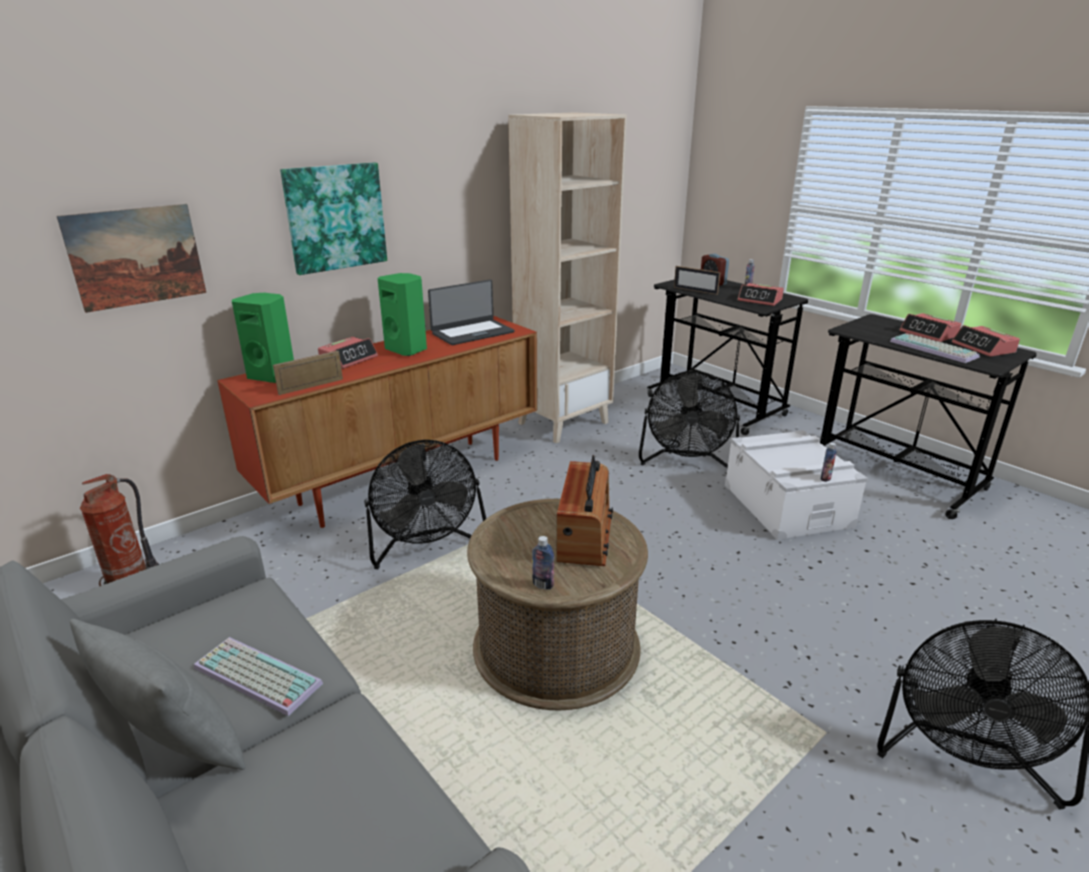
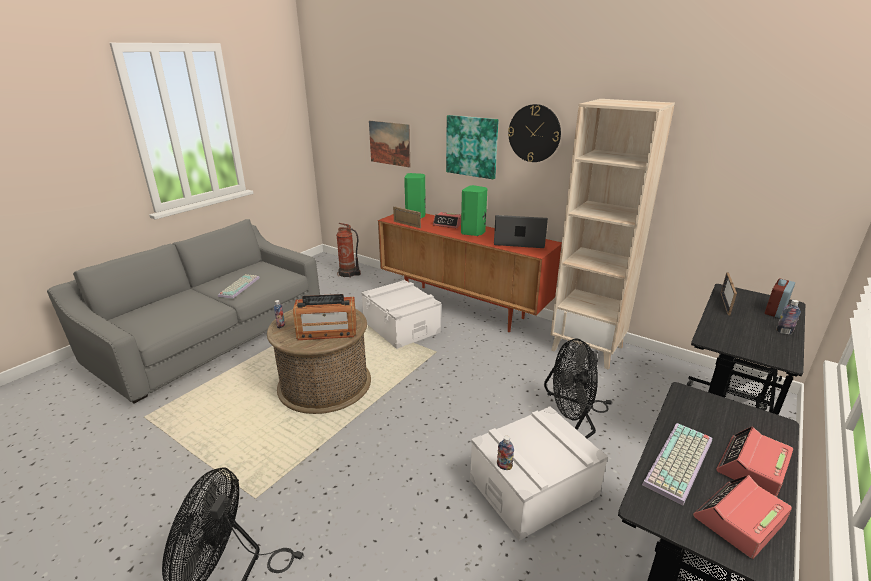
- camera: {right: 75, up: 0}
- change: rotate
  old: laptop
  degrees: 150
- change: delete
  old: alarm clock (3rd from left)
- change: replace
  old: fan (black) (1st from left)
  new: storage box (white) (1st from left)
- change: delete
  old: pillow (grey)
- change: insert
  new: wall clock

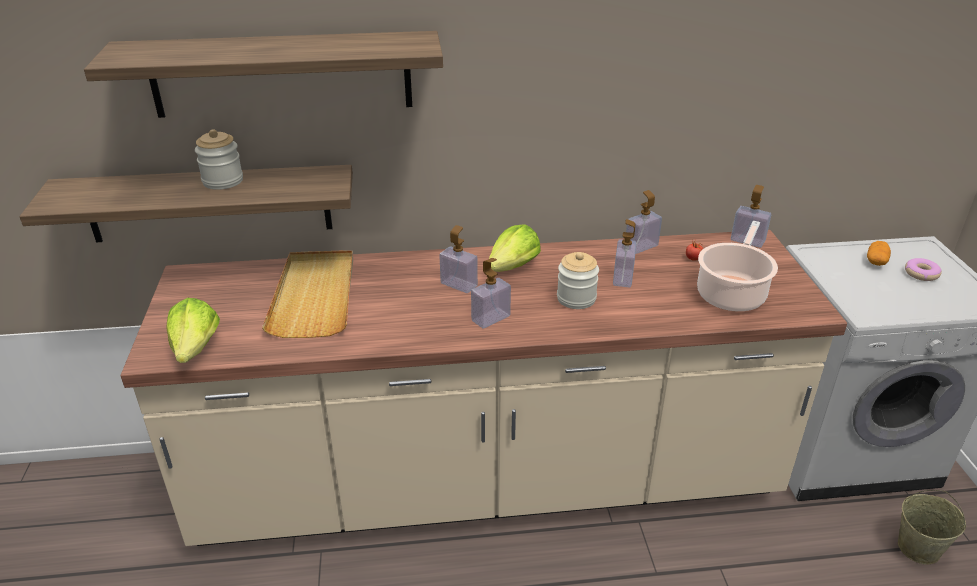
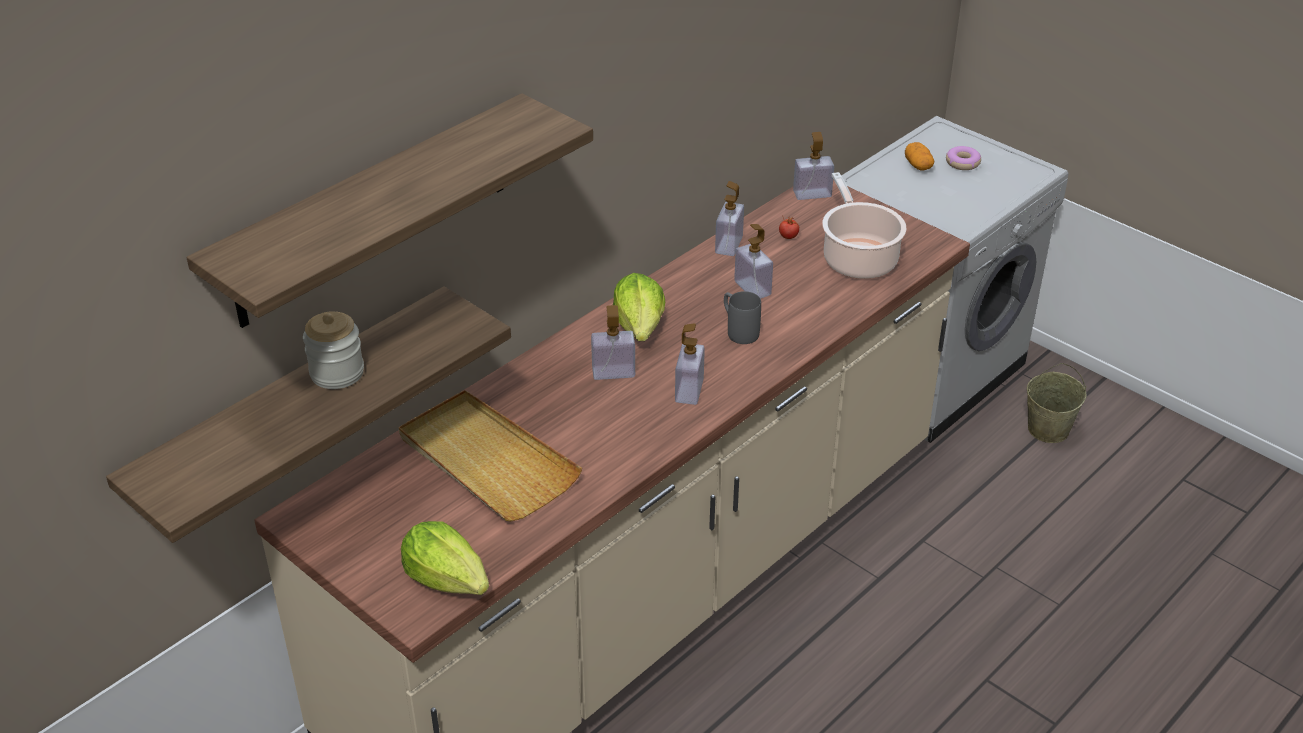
- camera: {right: -40, up: 5}
- change: replace
  old: jar (2nd from left)
  new: mug (grey)

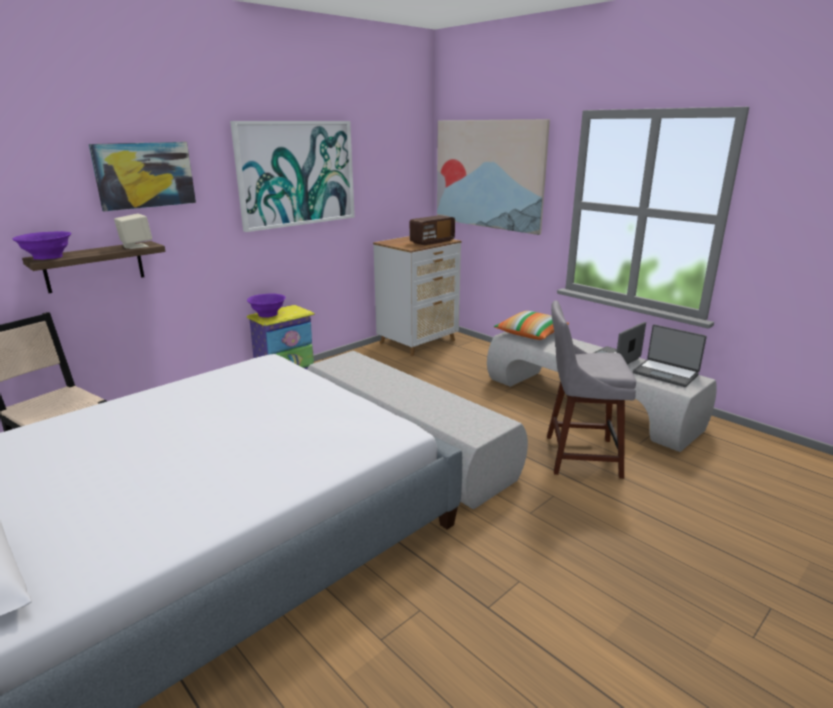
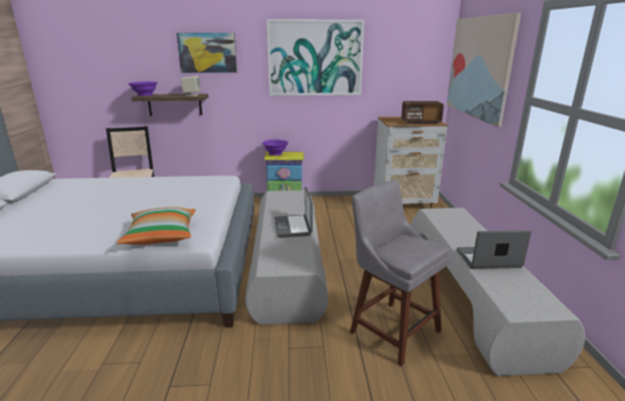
- camera: {right: 40, up: 0}
- change: move
  old: pillow
- change: move
  old: laptop (2nd from left in the first image)
  new: laptop (1st from left)

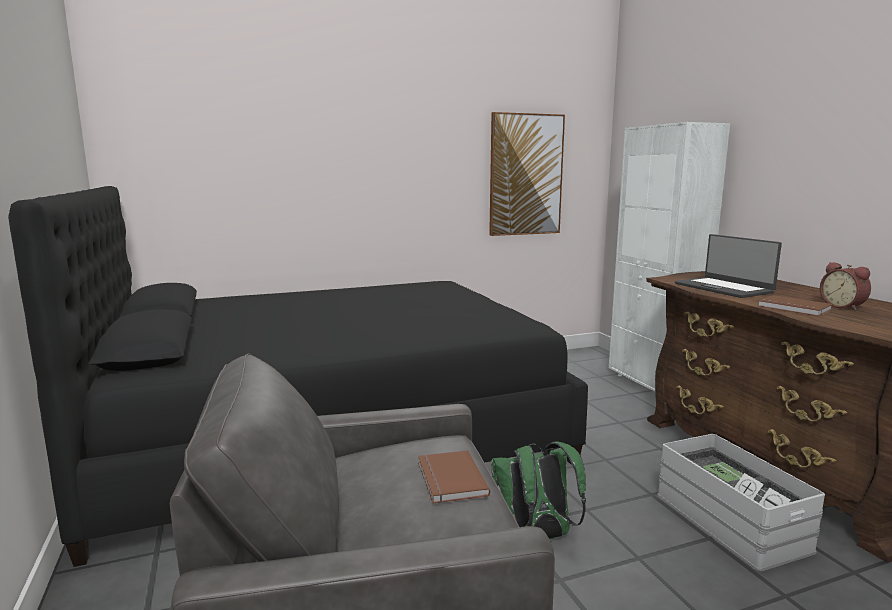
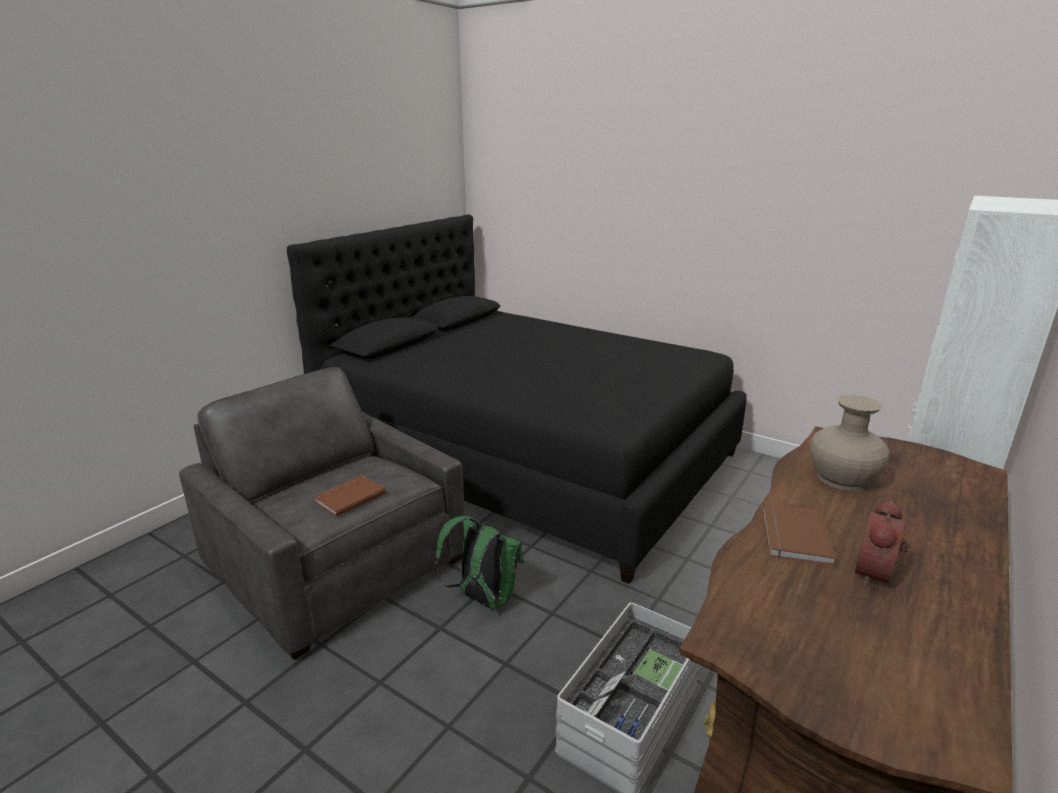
- camera: {right: 55, up: 10}
- change: delete
  old: picture
- change: replace
  old: laptop
  new: vase (beige)

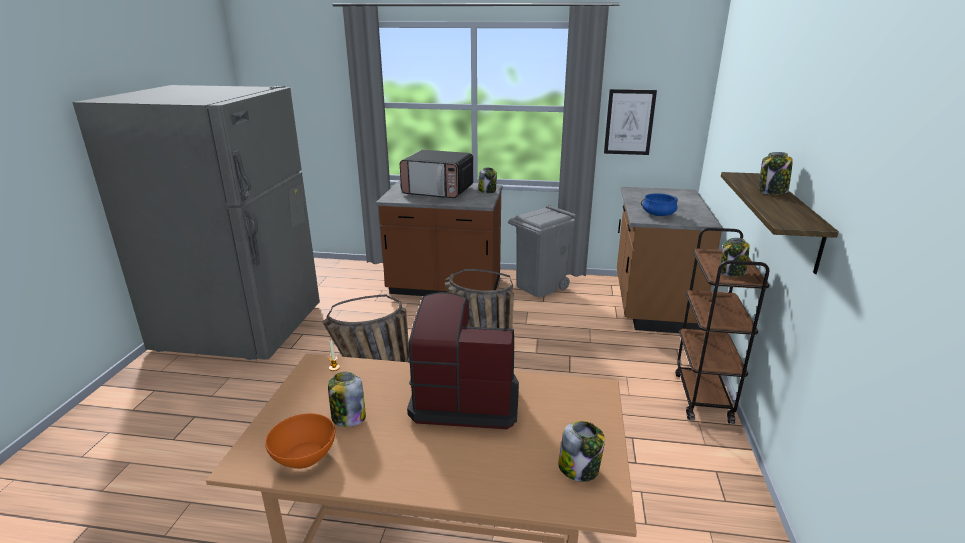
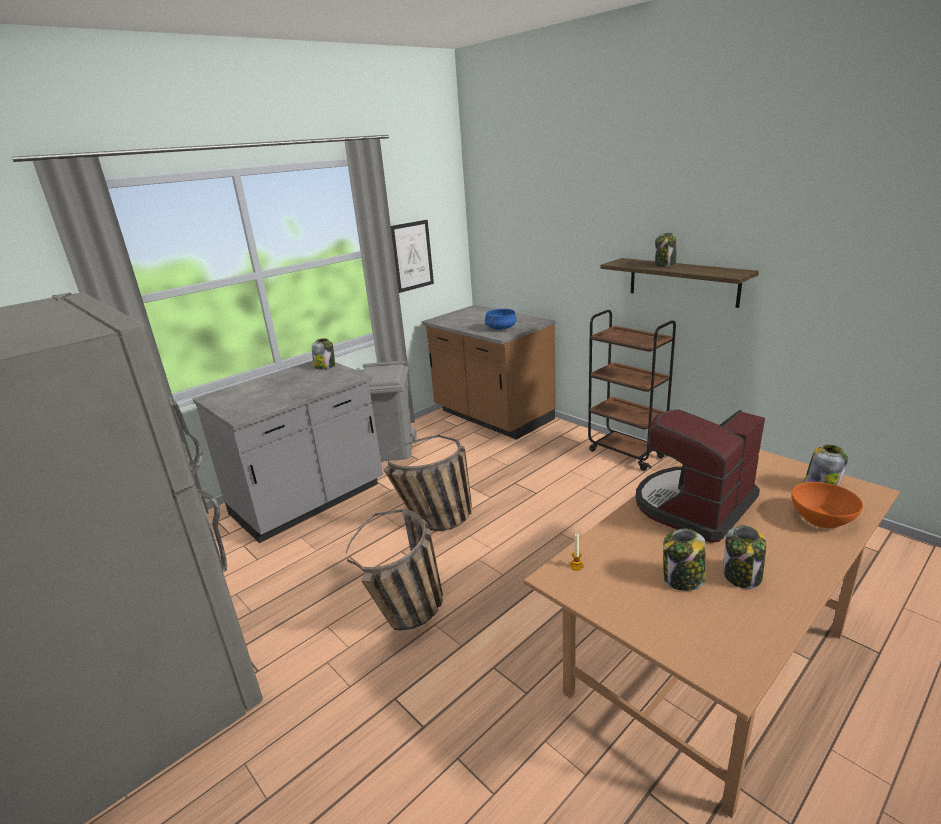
- camera: {right: -50, up: 0}
- change: delete
  old: microwave
- change: recolor
  old: counter (brown) (1st from left)
  new: counter (grey)
- change: move
  old: jar (4th from left)
- change: move
  old: bowl (orange)

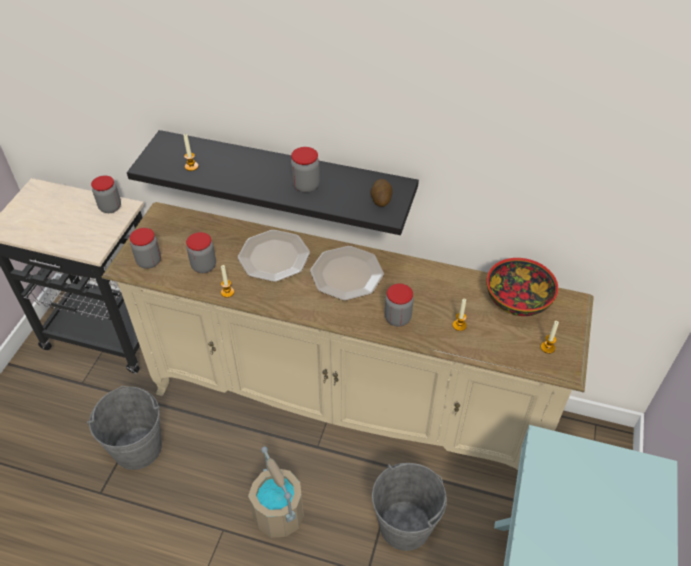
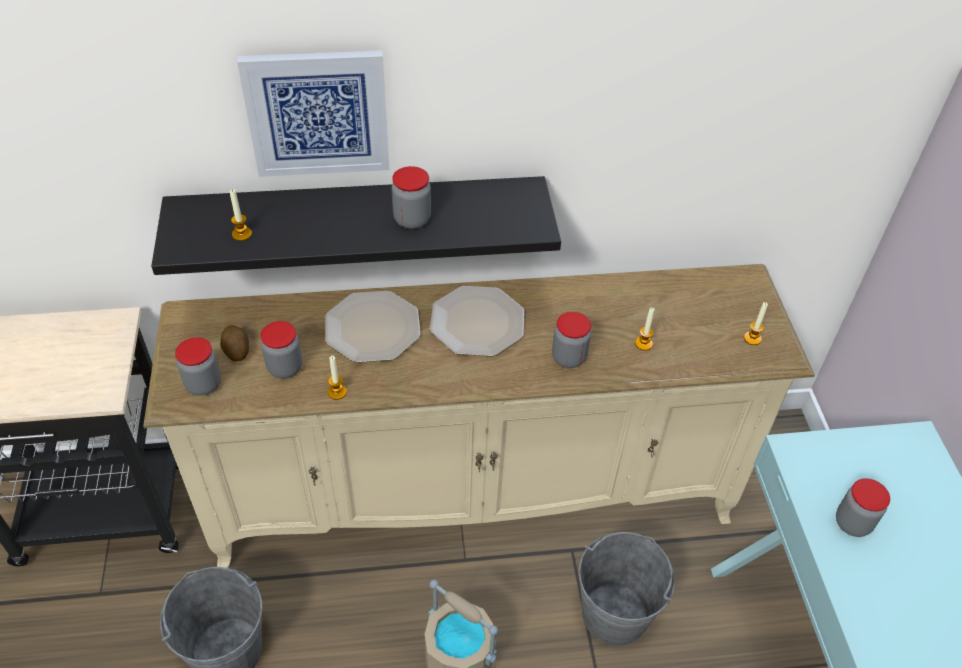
- camera: {right: -25, up: 0}
- change: move
  old: jar (1st from left in the first image)
  new: jar (5th from left)
- change: move
  old: potato
- change: delete
  old: bowl
- change: insert
  new: picture

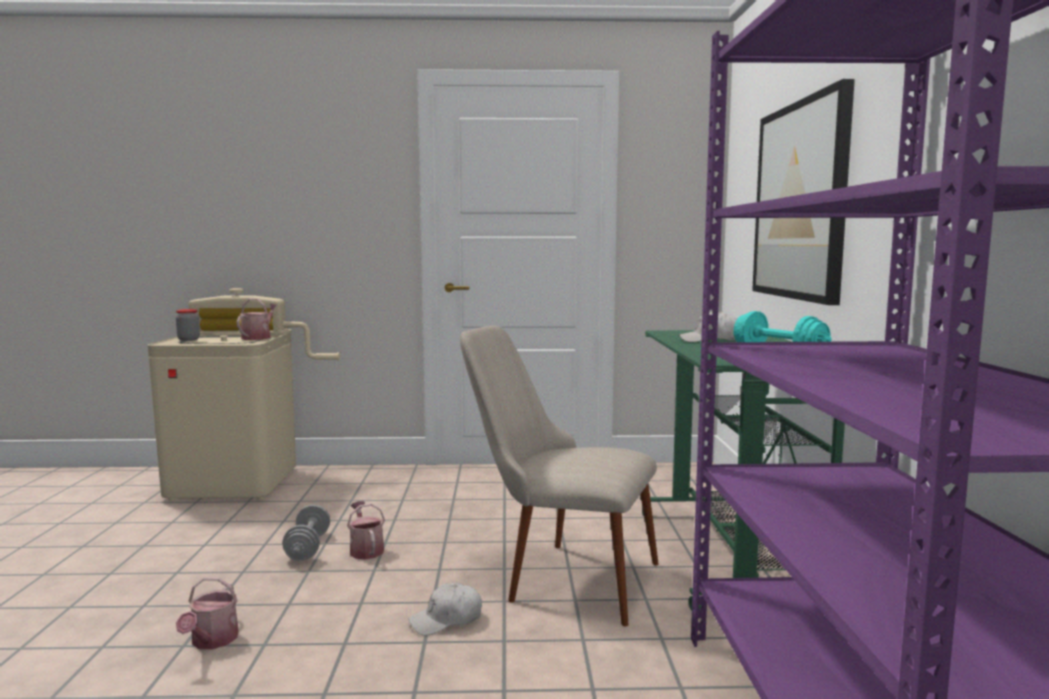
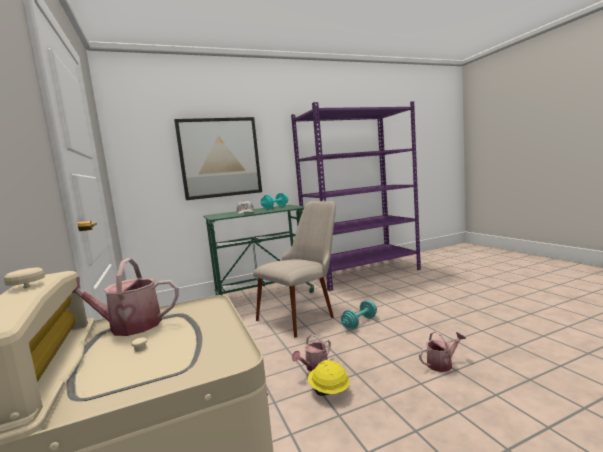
- camera: {right: -110, up: 0}
- change: delete
  old: jar
- change: rotate
  old: chair (beige)
  degrees: -135
- change: replace
  old: dumbbell (grey)
  new: hard hat (yellow)
- change: replace
  old: cap (white) (1st from left)
  new: dumbbell (turquoise) (2nd from left)

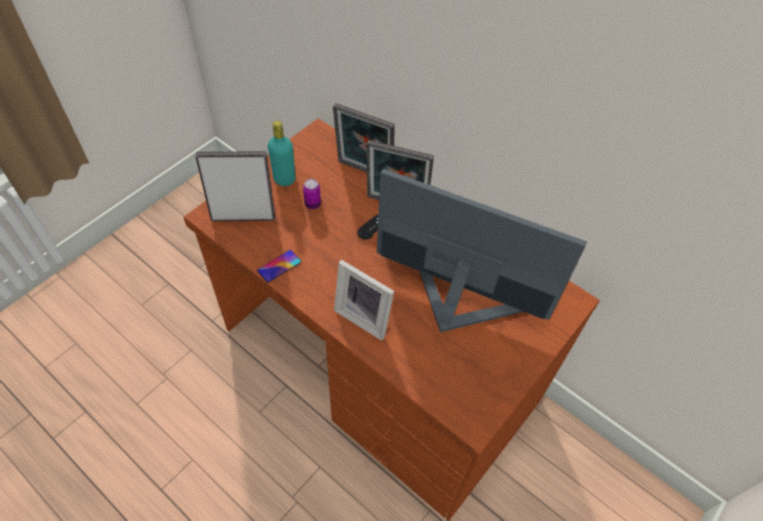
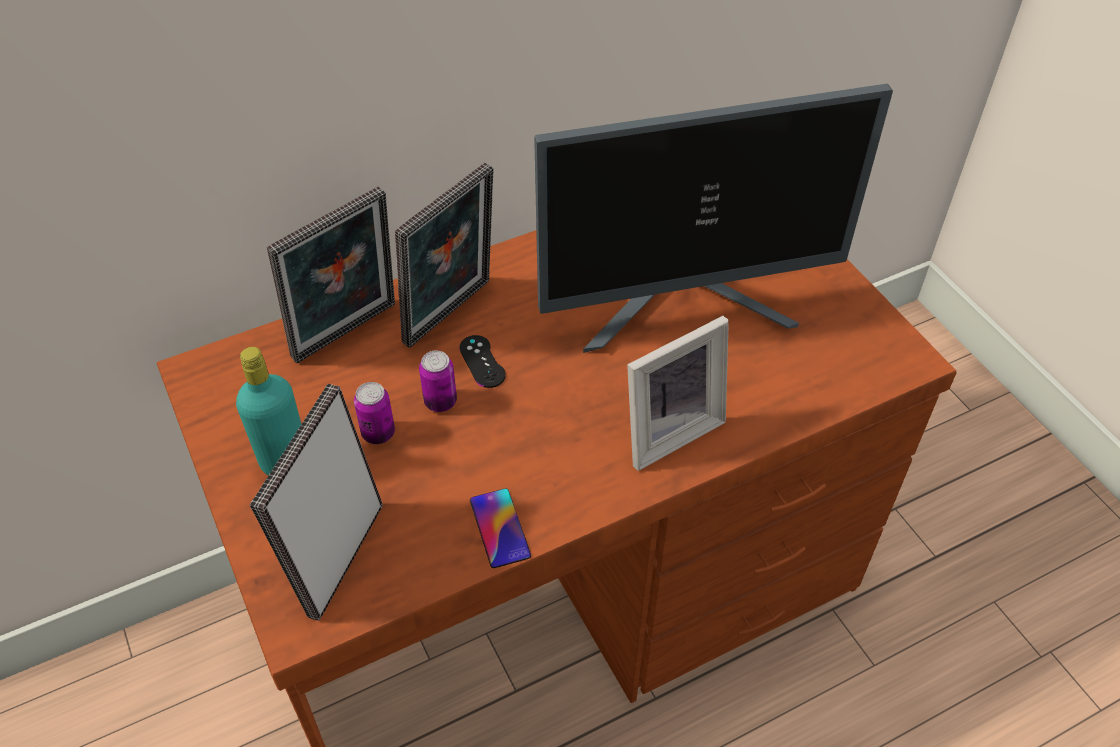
- camera: {right: -65, up: -5}
- change: rotate
  old: monitor
  degrees: -150
- change: insert
  new: can (2nd from left)

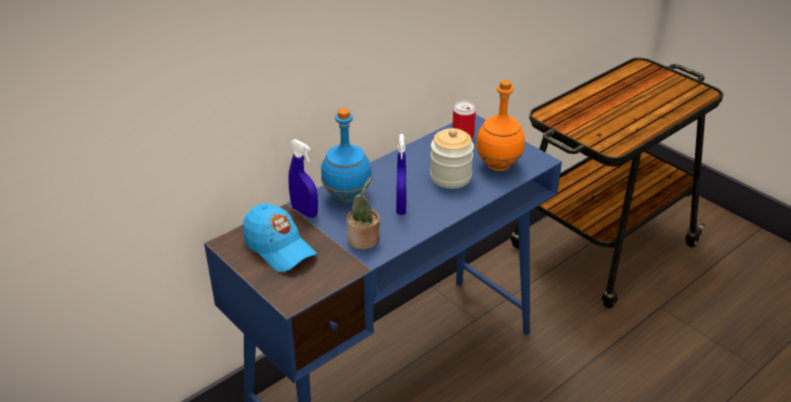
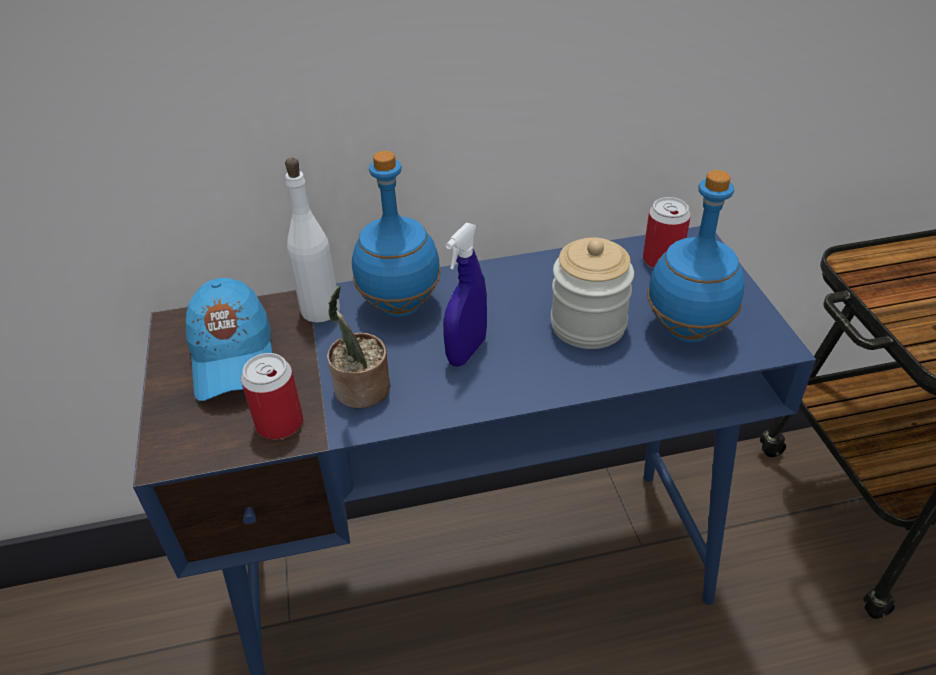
- camera: {right: 30, up: 5}
- change: recolor
  old: bottle (orange)
  new: bottle (blue) (2nd from left)
- change: replace
  old: spray bottle (blue) (1st from left)
  new: bottle (white)
- change: insert
  new: can (1st from left)

